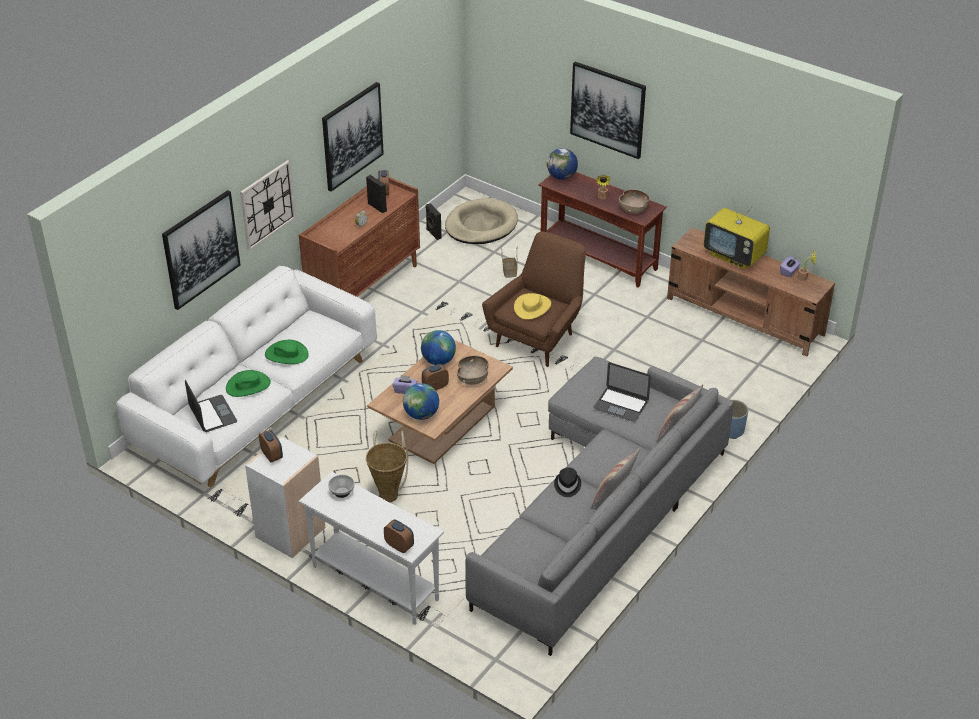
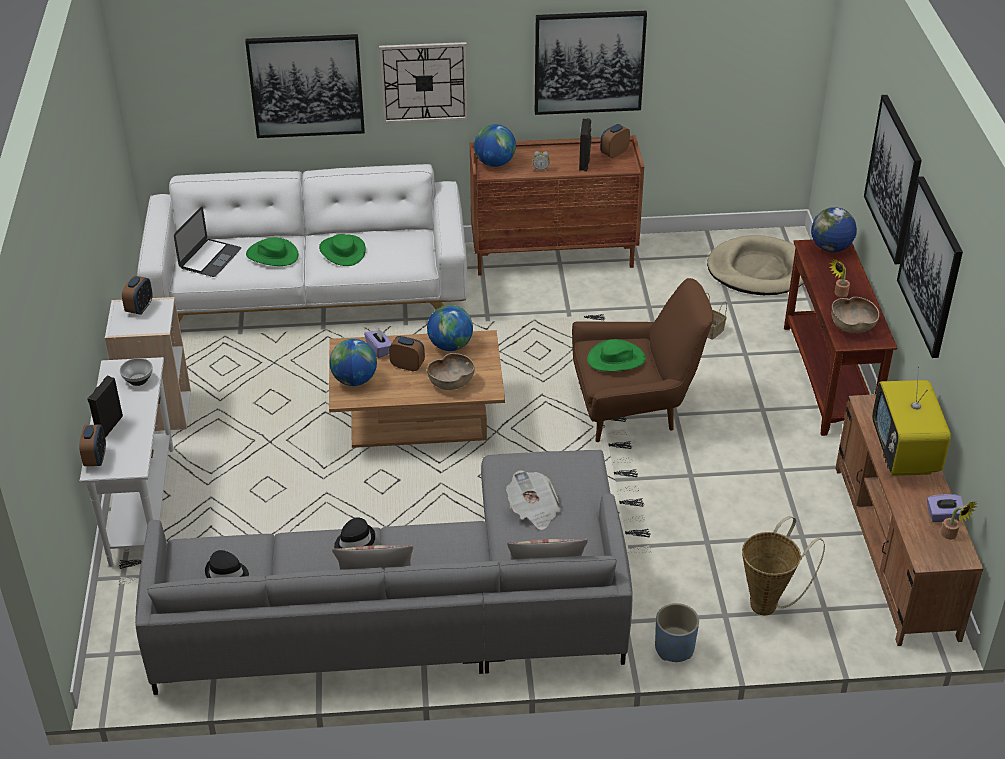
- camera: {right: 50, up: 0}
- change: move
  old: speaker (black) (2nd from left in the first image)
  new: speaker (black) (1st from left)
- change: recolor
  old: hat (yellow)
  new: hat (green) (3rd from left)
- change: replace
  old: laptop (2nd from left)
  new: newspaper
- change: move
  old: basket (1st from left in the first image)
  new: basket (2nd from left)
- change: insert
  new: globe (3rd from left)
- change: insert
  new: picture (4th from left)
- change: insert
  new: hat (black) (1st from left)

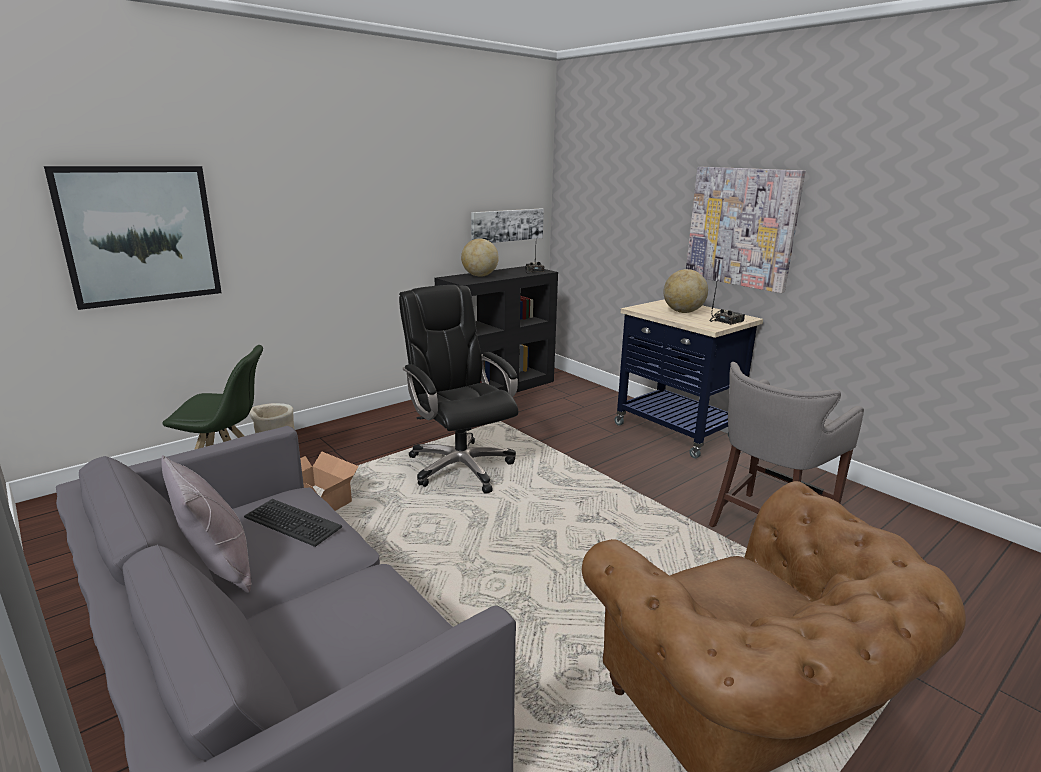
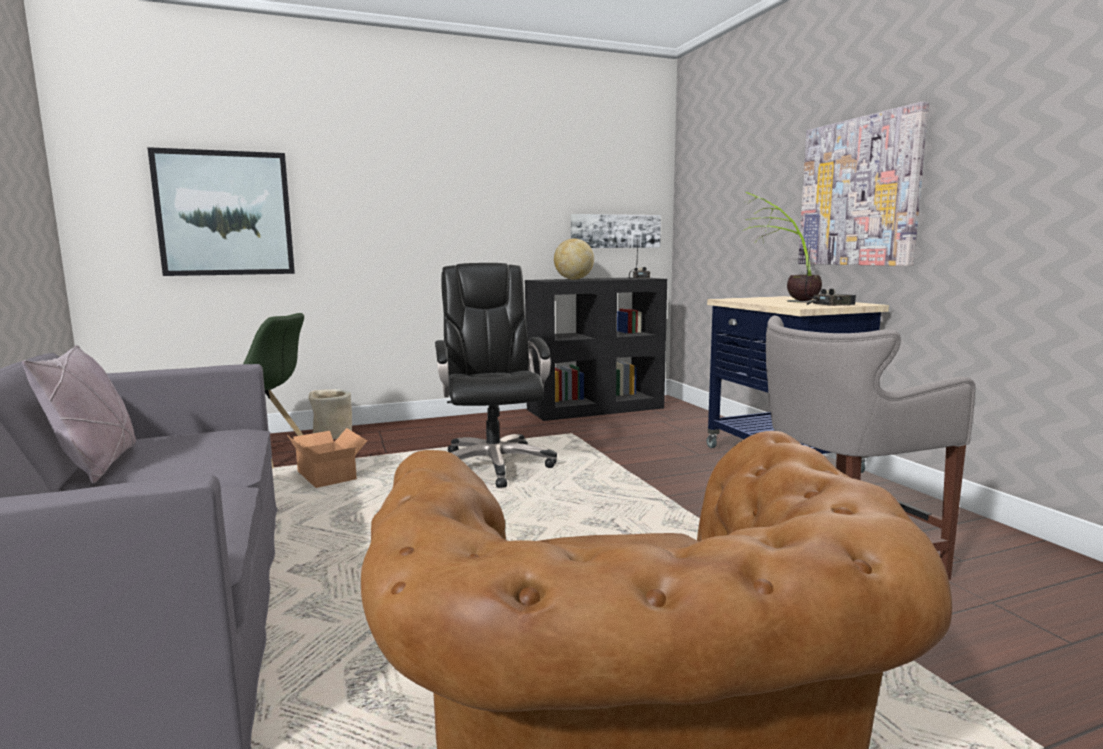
- camera: {right: 20, up: -10}
- change: replace
  old: globe (2nd from left)
  new: potted plant
- change: delete
  old: keyboard

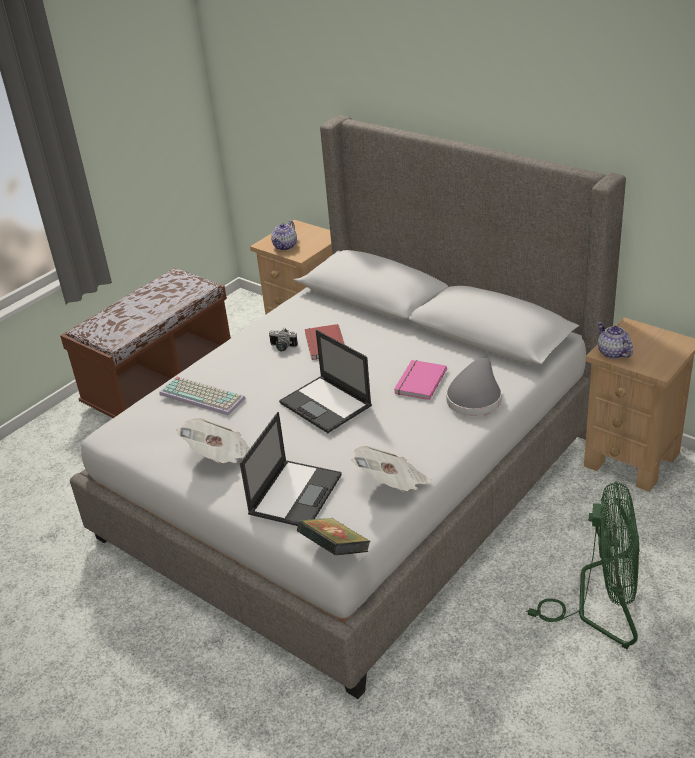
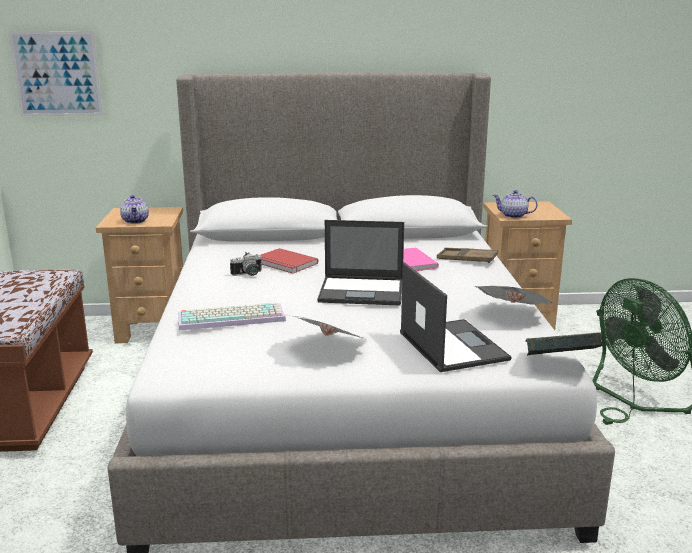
- camera: {right: -45, up: -15}
- change: replace
  old: hat (grey)
  new: tray (brown)
- change: insert
  new: picture

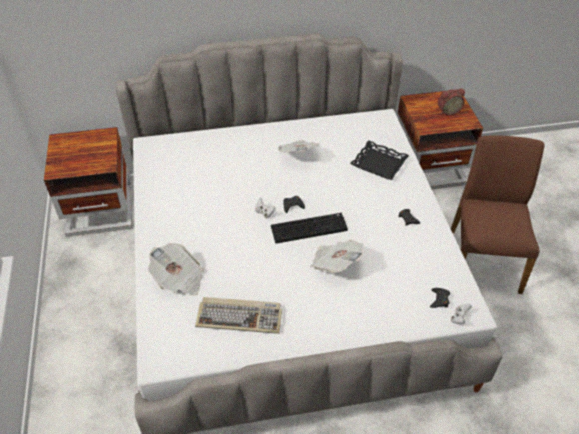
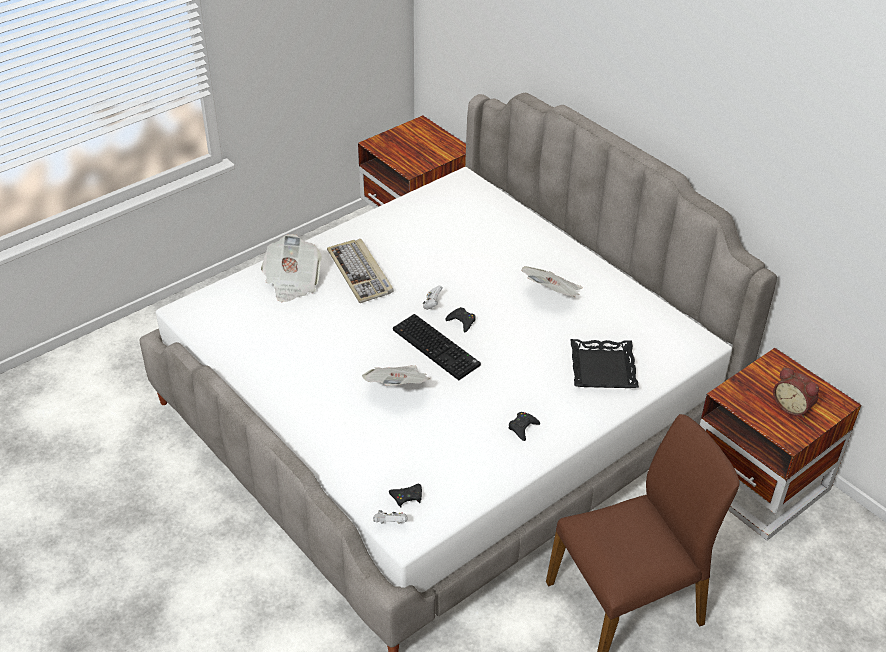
- camera: {right: 60, up: -5}
- change: move
  old: keyboard (1st from left)

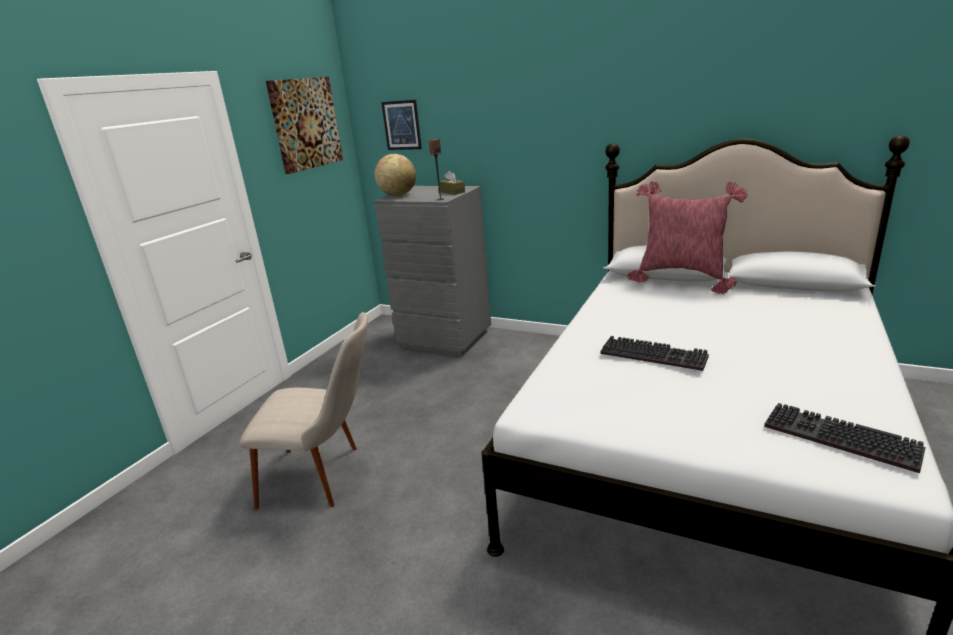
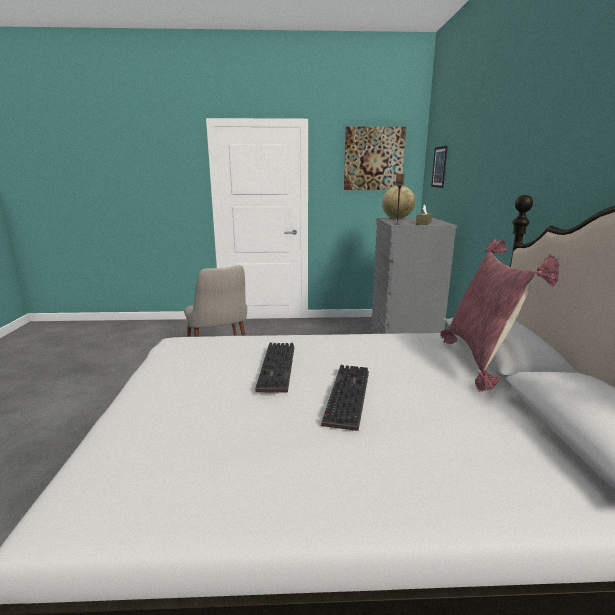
- camera: {right: 60, up: -5}
- change: move
  old: keyboard (2nd from left)

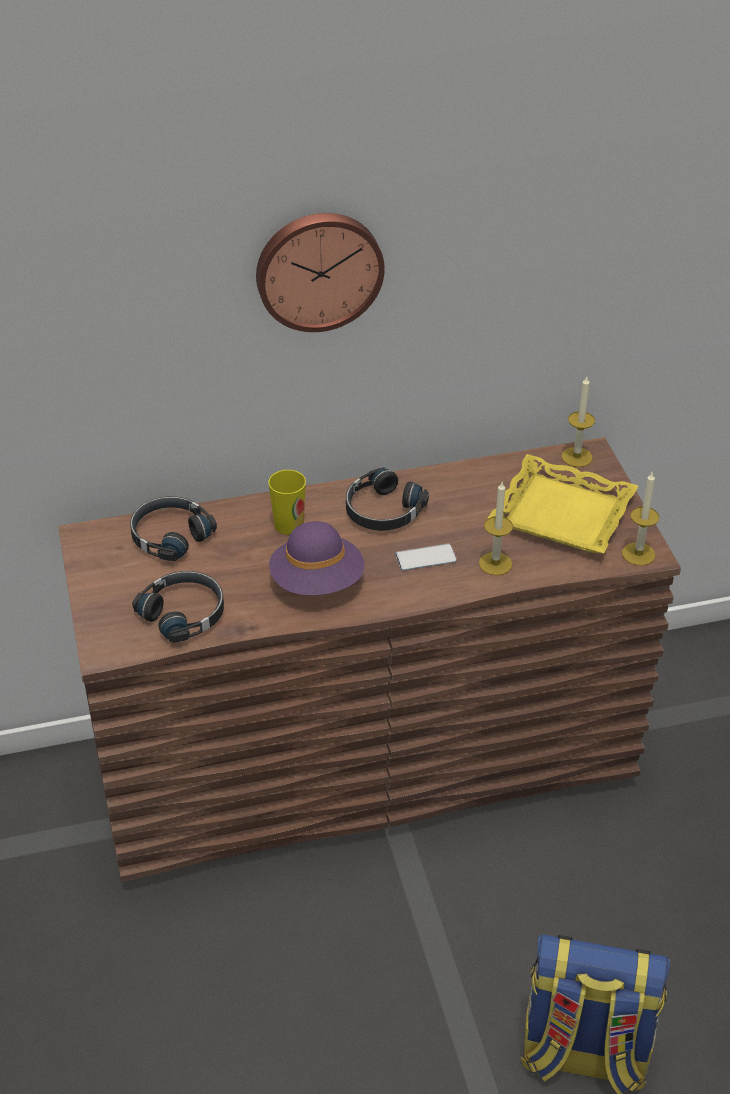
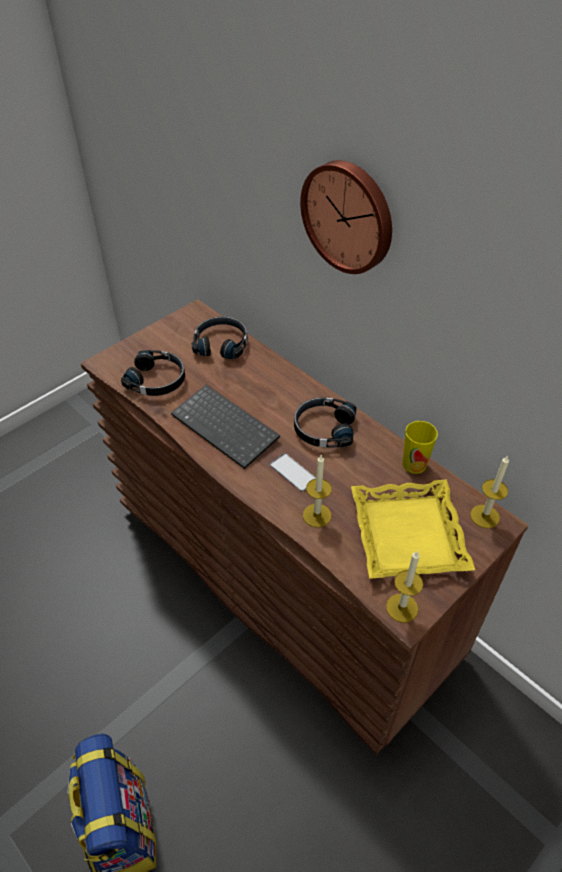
- camera: {right: 60, up: 5}
- change: move
  old: cup
- change: replace
  old: hat (purple)
  new: keyboard

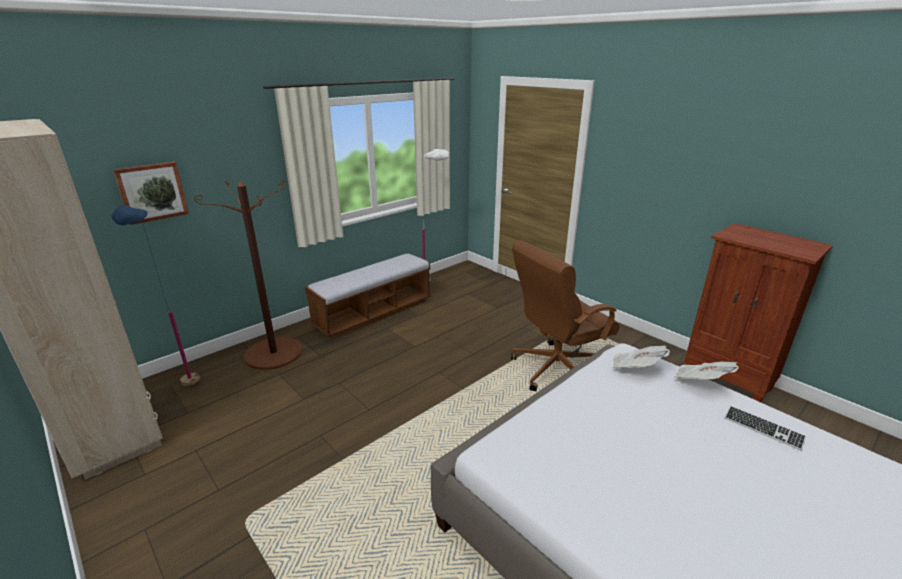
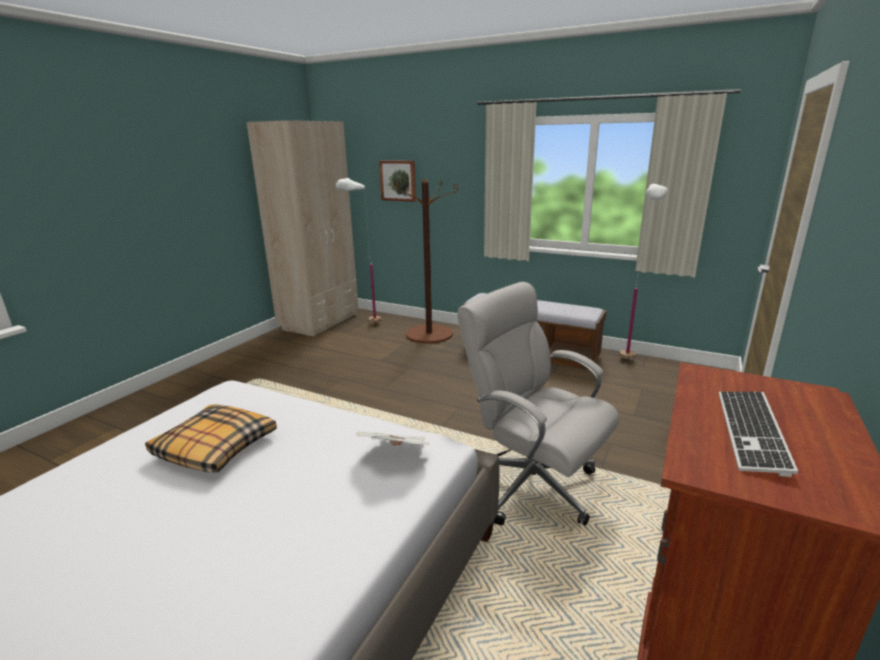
- camera: {right: 70, up: -5}
- change: recolor
  old: floor lamp (blue)
  new: floor lamp (white) (1st from left)
- change: recolor
  old: office chair (brown)
  new: office chair (grey)
- change: delete
  old: newspaper (2nd from left)
- change: move
  old: keyboard
- change: insert
  new: pillow

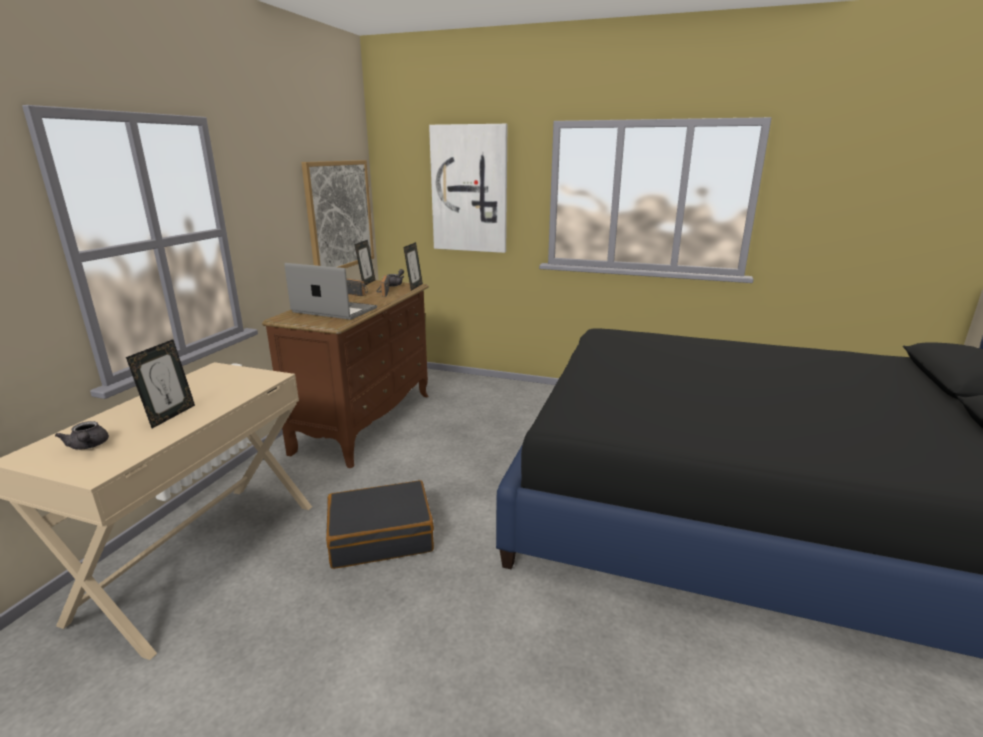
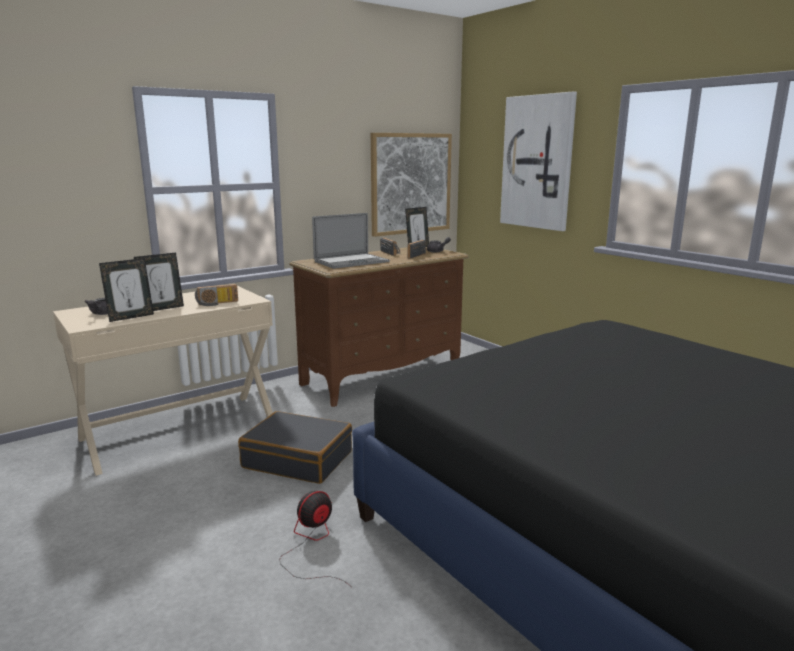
- camera: {right: 35, up: -5}
- change: move
  old: picture frame (3rd from left in the first image)
  new: picture frame (1st from left)
- change: rotate
  old: laptop
  degrees: 90
- change: insert
  new: radio (1st from left)
- change: insert
  new: fan

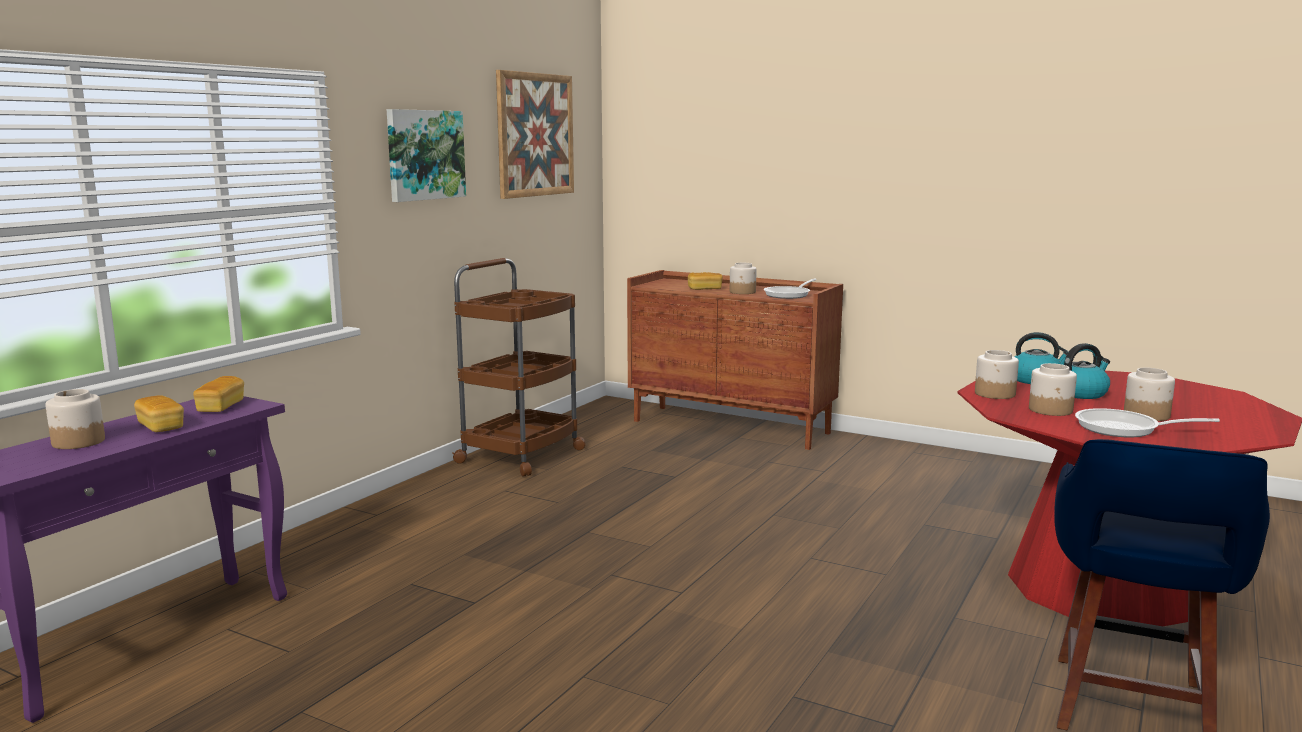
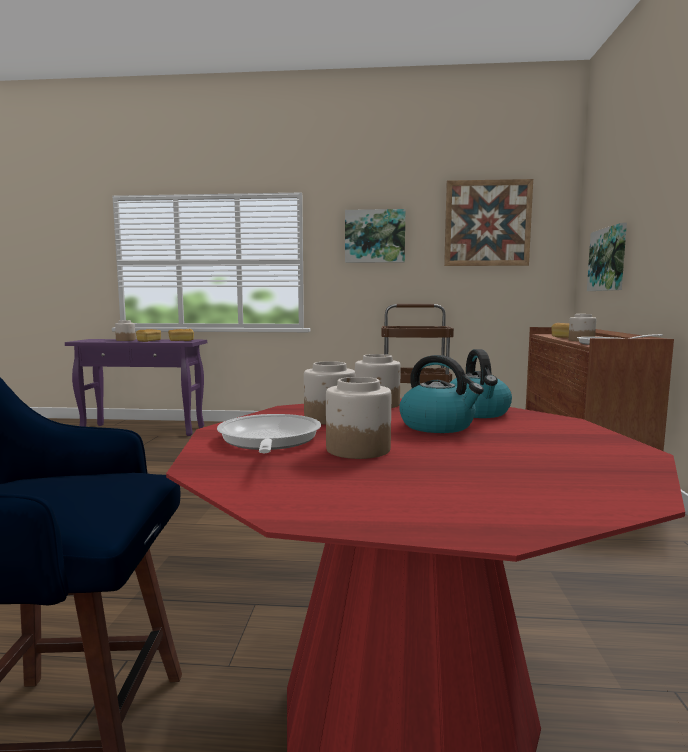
- camera: {right: 65, up: -5}
- change: insert
  new: picture (3rd from left)

